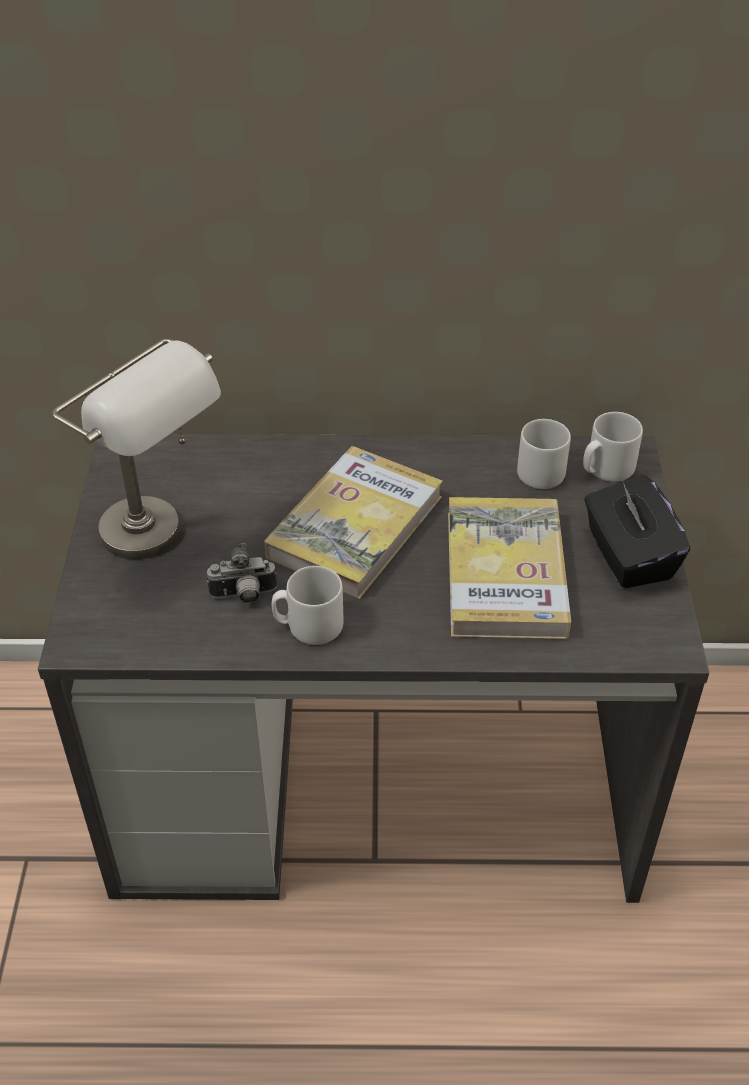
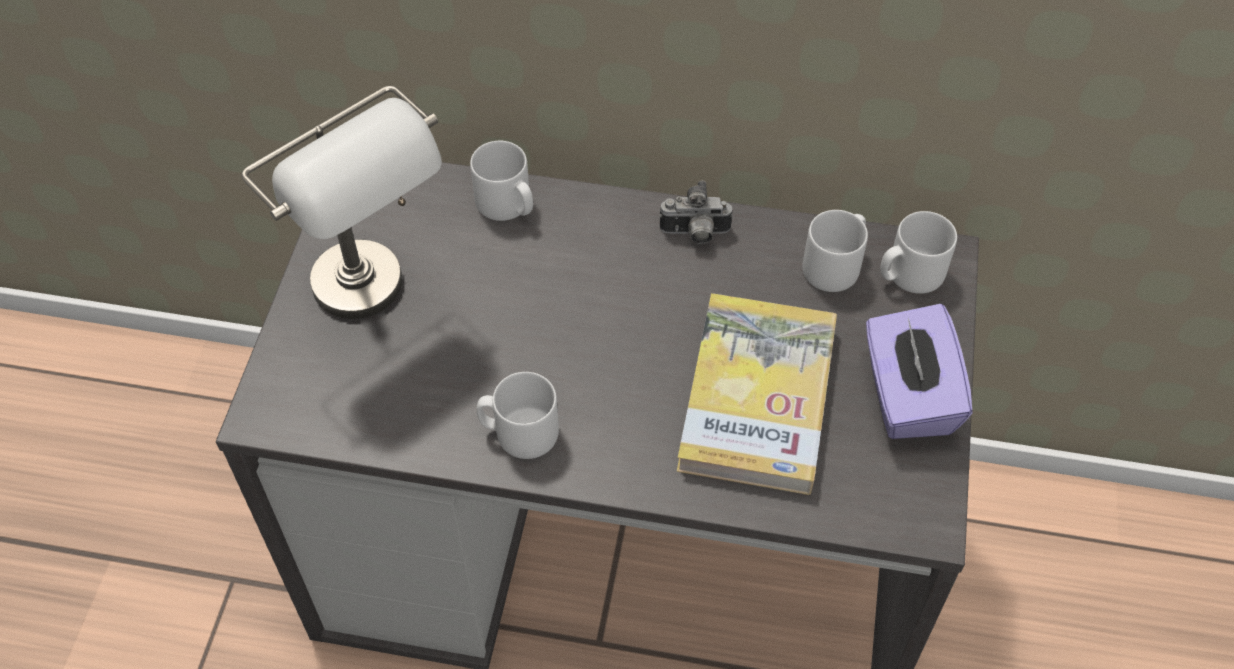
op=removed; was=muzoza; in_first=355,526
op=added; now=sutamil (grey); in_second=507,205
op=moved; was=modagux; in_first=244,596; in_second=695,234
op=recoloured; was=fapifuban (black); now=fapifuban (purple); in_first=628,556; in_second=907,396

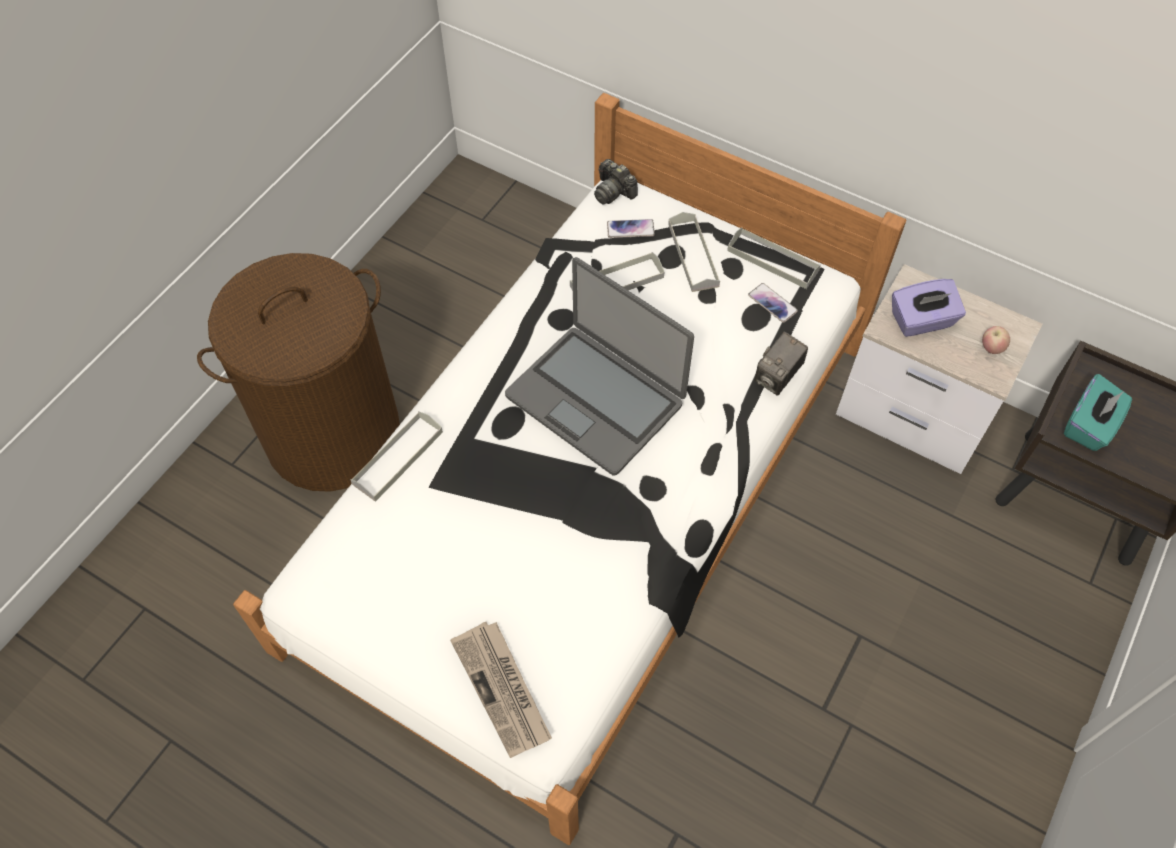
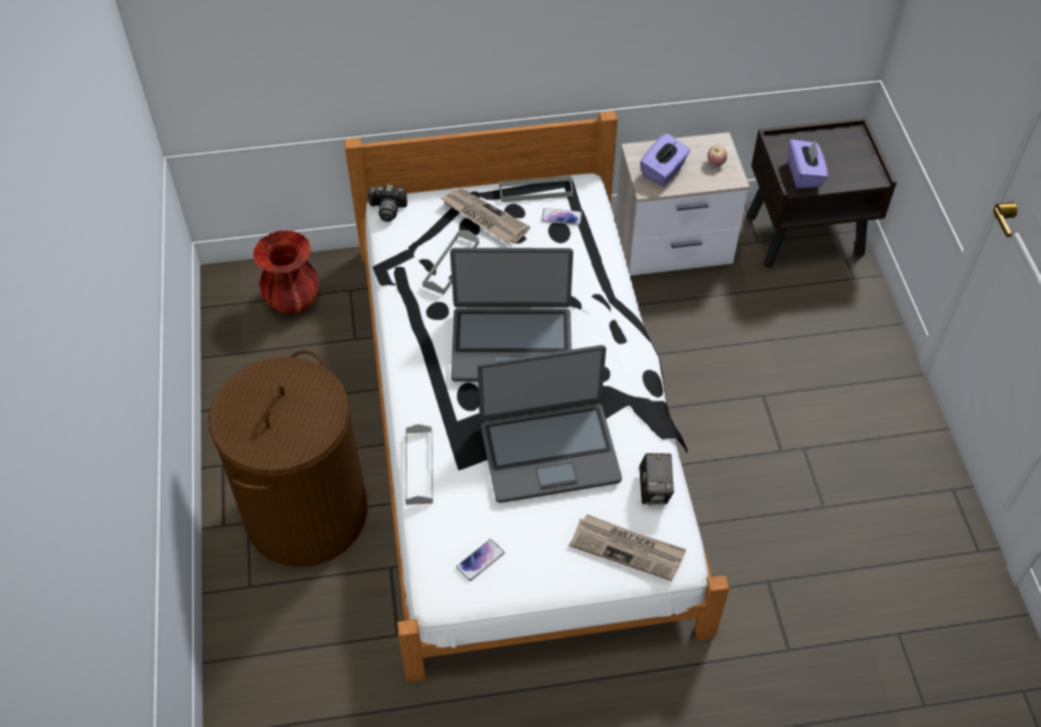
op=added; now=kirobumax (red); in_second=293,300
op=added; now=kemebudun; in_second=549,451
op=moved; was=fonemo; in_first=630,229; in_second=480,560
op=moved; was=modagux; in_first=777,378; in_second=654,490
op=replaced; was=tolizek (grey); now=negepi; in_first=693,255; in_second=483,217
op=recoloured; was=fapifuban (turquoise); now=fapifuban (purple); in_first=1089,425; in_second=804,174

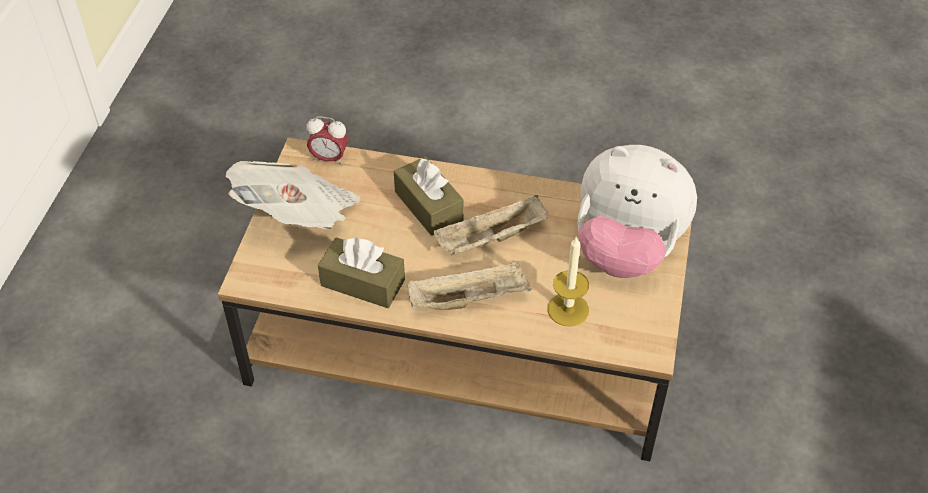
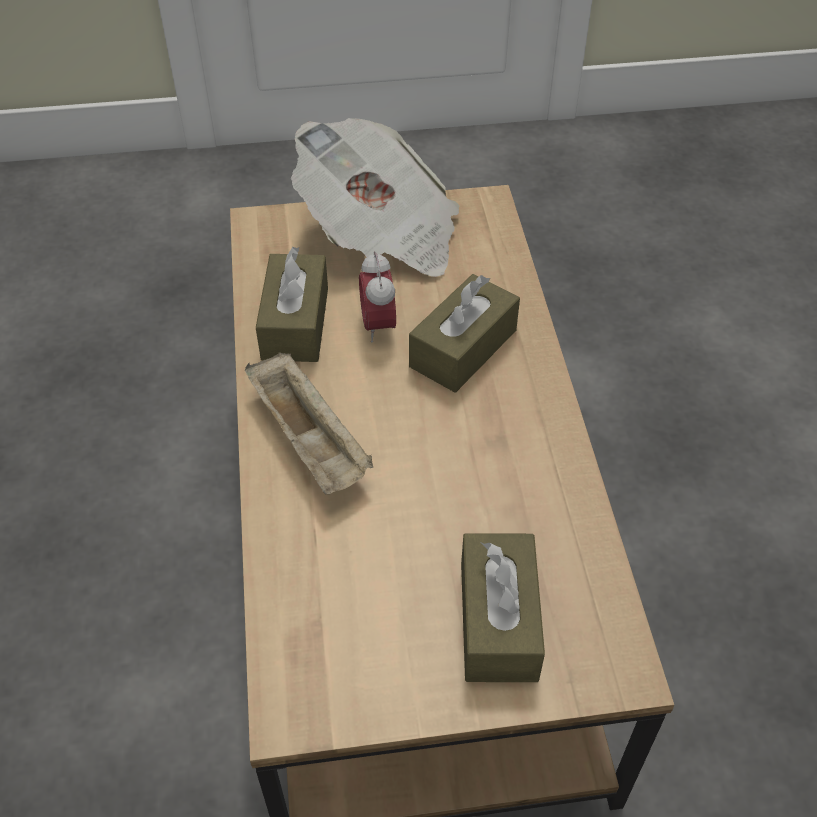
op=removed; was=tolizek (beige); in_first=490,239
op=removed; was=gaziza; in_first=568,309
op=moved; was=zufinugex; in_first=329,158; in_second=378,325
op=replaced; was=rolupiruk; now=fapifuban (brown); in_first=626,250; in_second=498,620

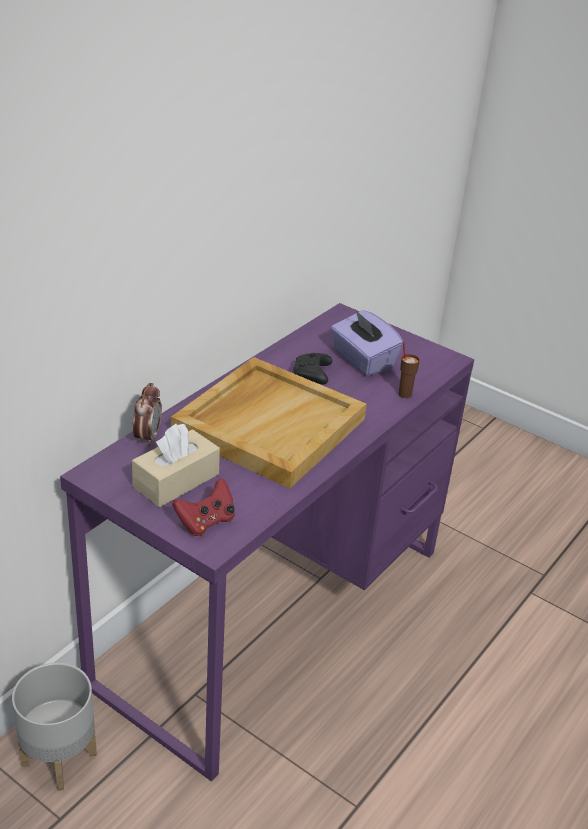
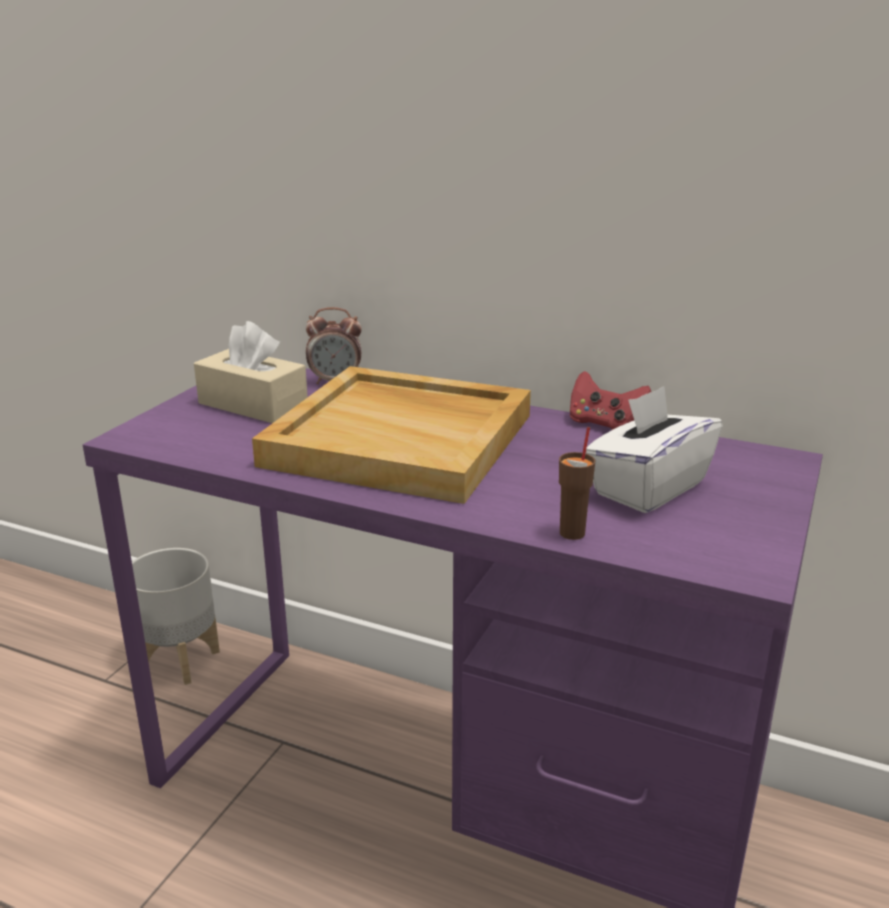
op=removed; was=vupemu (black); in_first=312,376
op=moved; was=vupemu (red); in_first=206,522; in_second=604,424
op=recoloured; was=fapifuban (purple); now=fapifuban (white); in_first=363,360; in_second=648,488

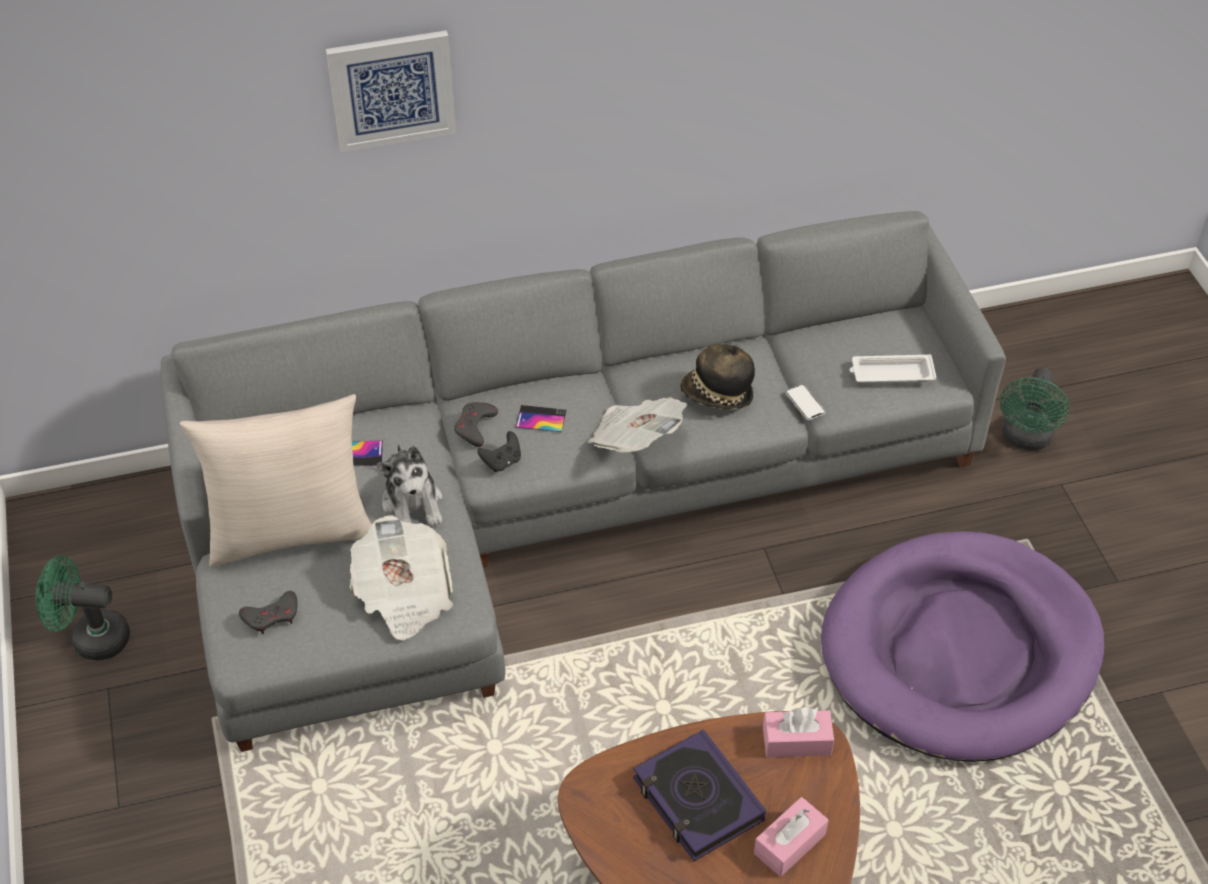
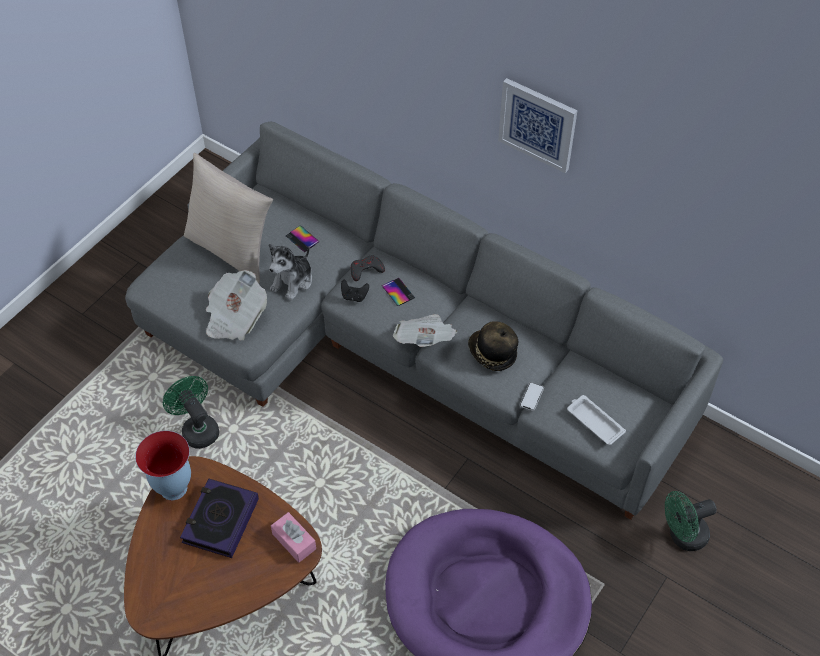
op=removed; was=vupemu (grey); in_first=272,616
op=removed; was=fapifuban (pink); in_first=789,844
op=added; now=kirobumax; in_second=172,488
op=moved; was=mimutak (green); in_first=91,638; in_second=197,428
op=moved; was=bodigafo; in_first=392,89; in_second=538,124

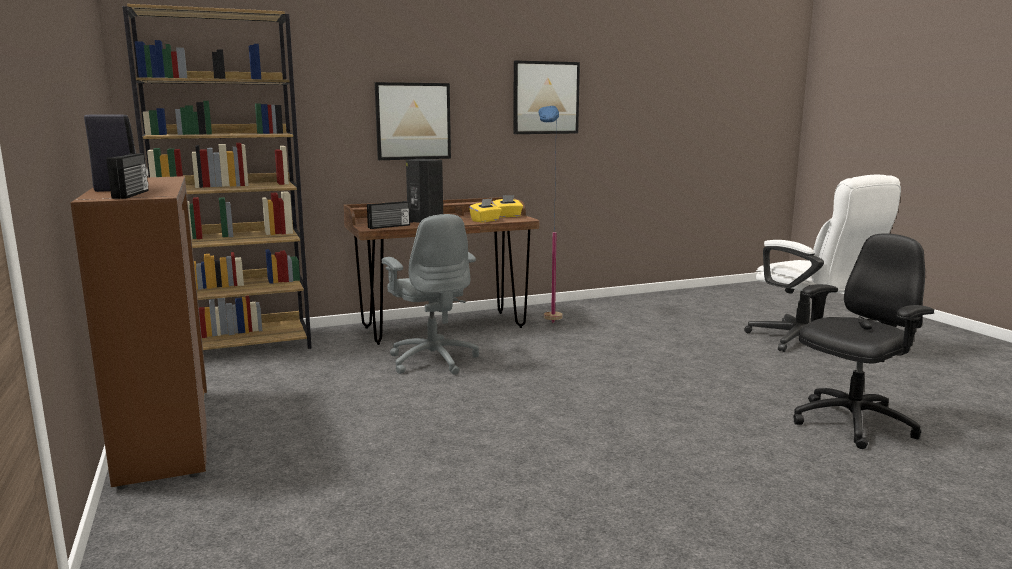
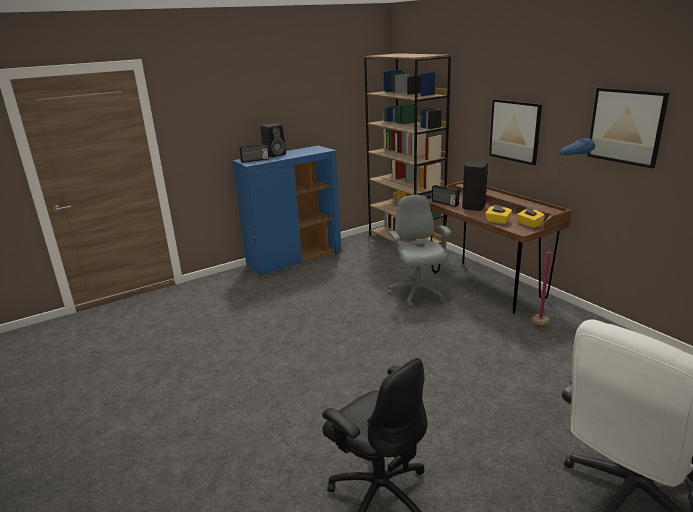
op=recoloured; was=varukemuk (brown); now=varukemuk (blue); in_first=165,434; in_second=295,259
op=turned; was=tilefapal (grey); in_first=433,360; in_second=417,294; clockwise=120

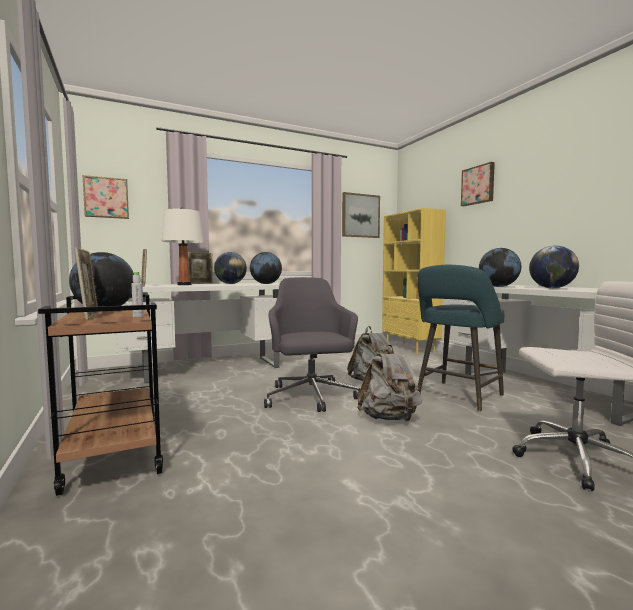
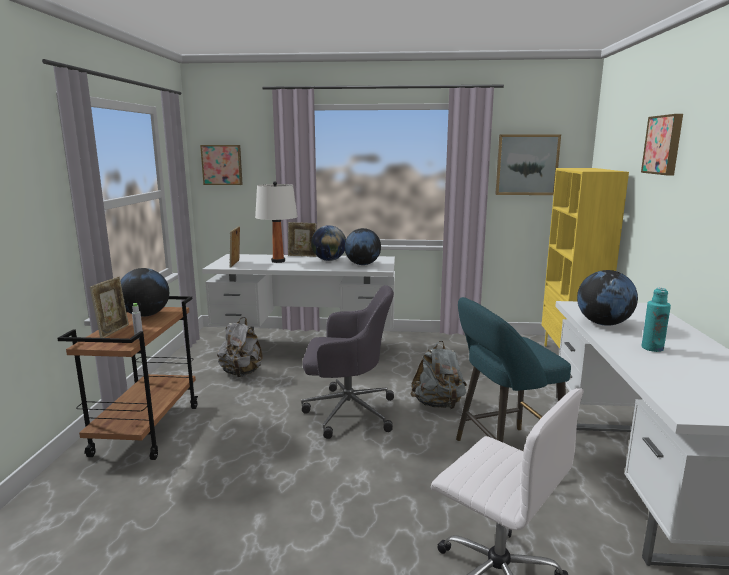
op=moved; was=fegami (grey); in_first=389,419; in_second=241,373
op=replaced; was=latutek; now=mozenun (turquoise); in_first=552,288; in_second=652,348
op=turned; was=tilefapal (grey); in_first=311,397; in_second=347,412; clockwise=75

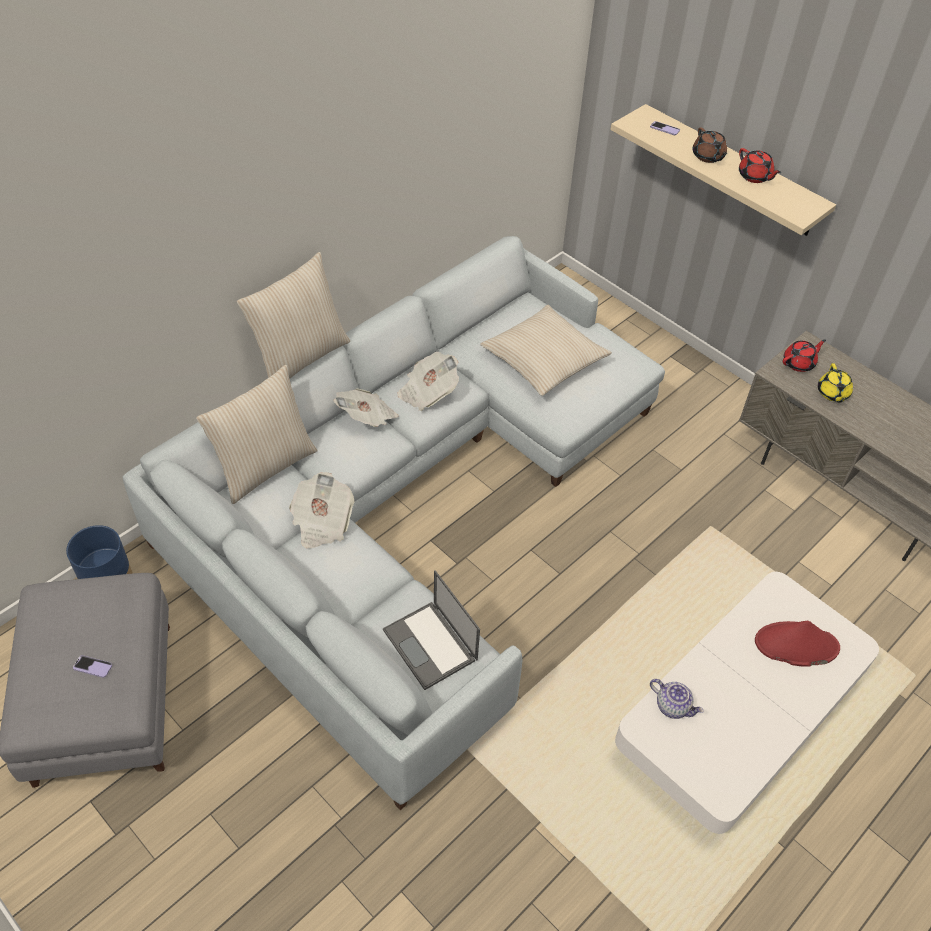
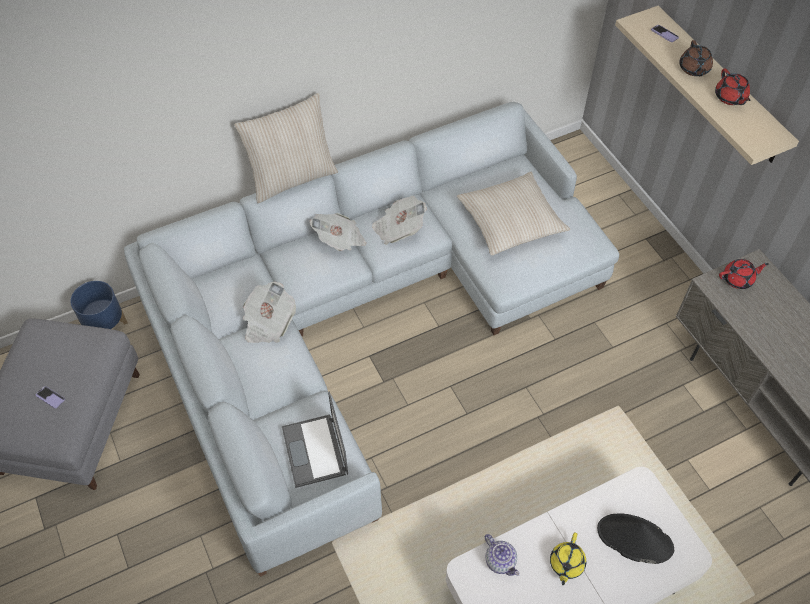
op=removed; was=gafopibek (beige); in_first=265,466
op=moved; was=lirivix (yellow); in_first=832,393; in_second=566,564
op=recoloured; was=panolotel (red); now=panolotel (black); in_first=796,645; in_second=634,539

